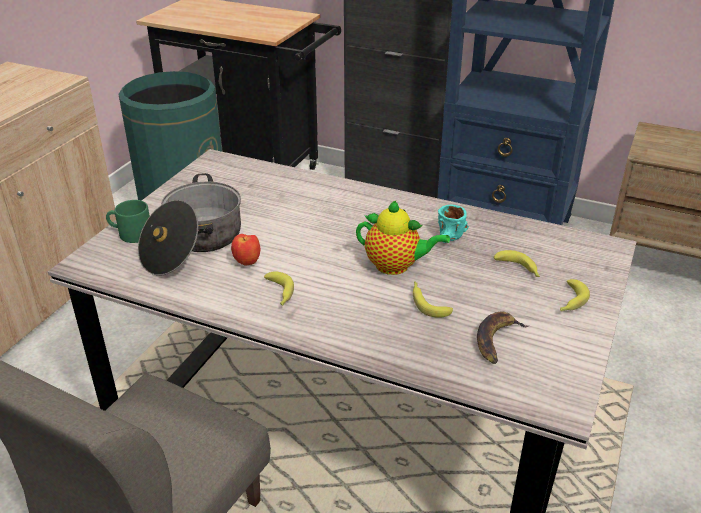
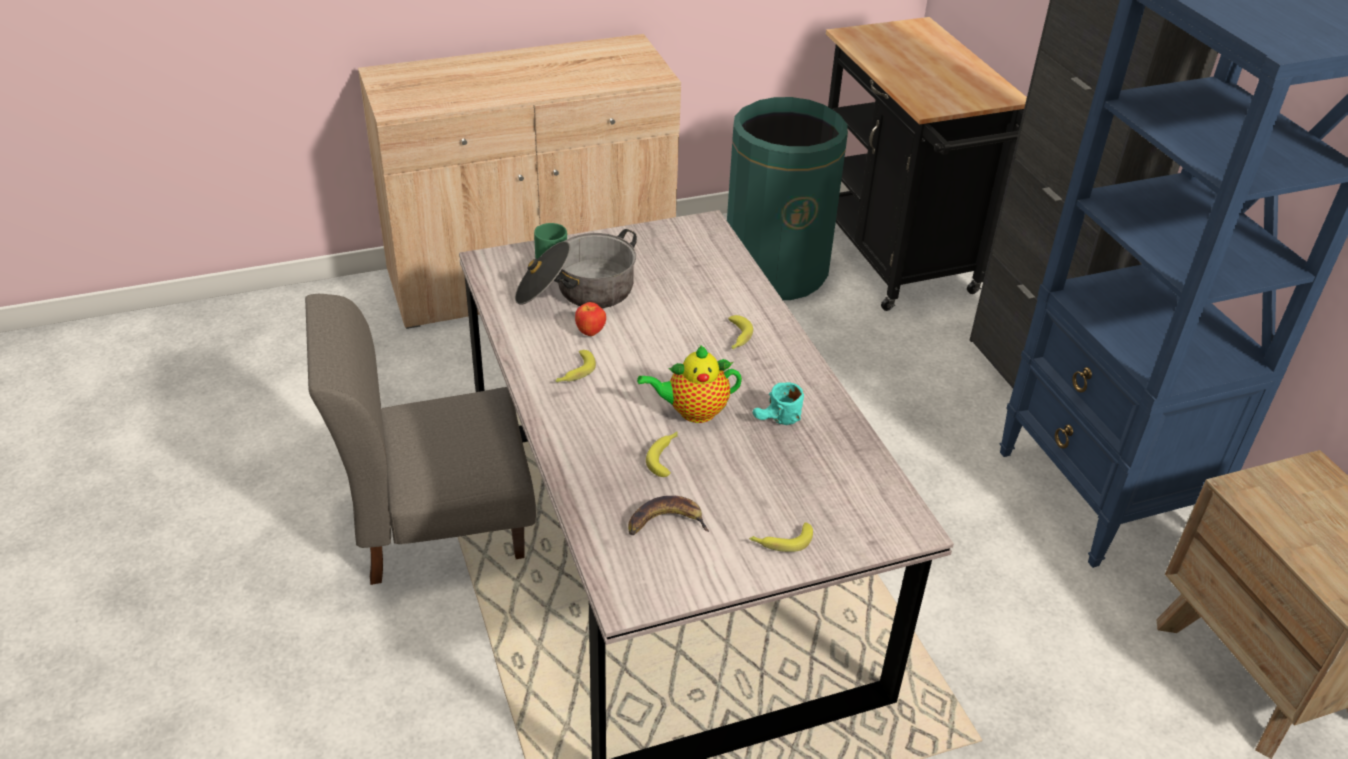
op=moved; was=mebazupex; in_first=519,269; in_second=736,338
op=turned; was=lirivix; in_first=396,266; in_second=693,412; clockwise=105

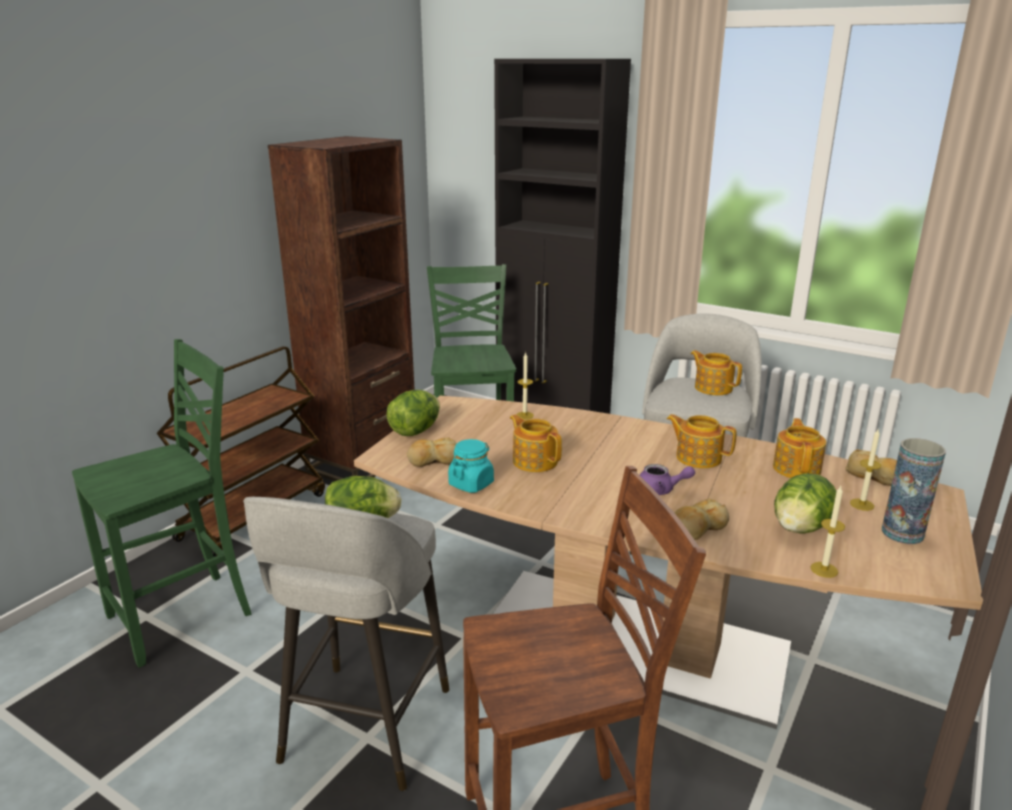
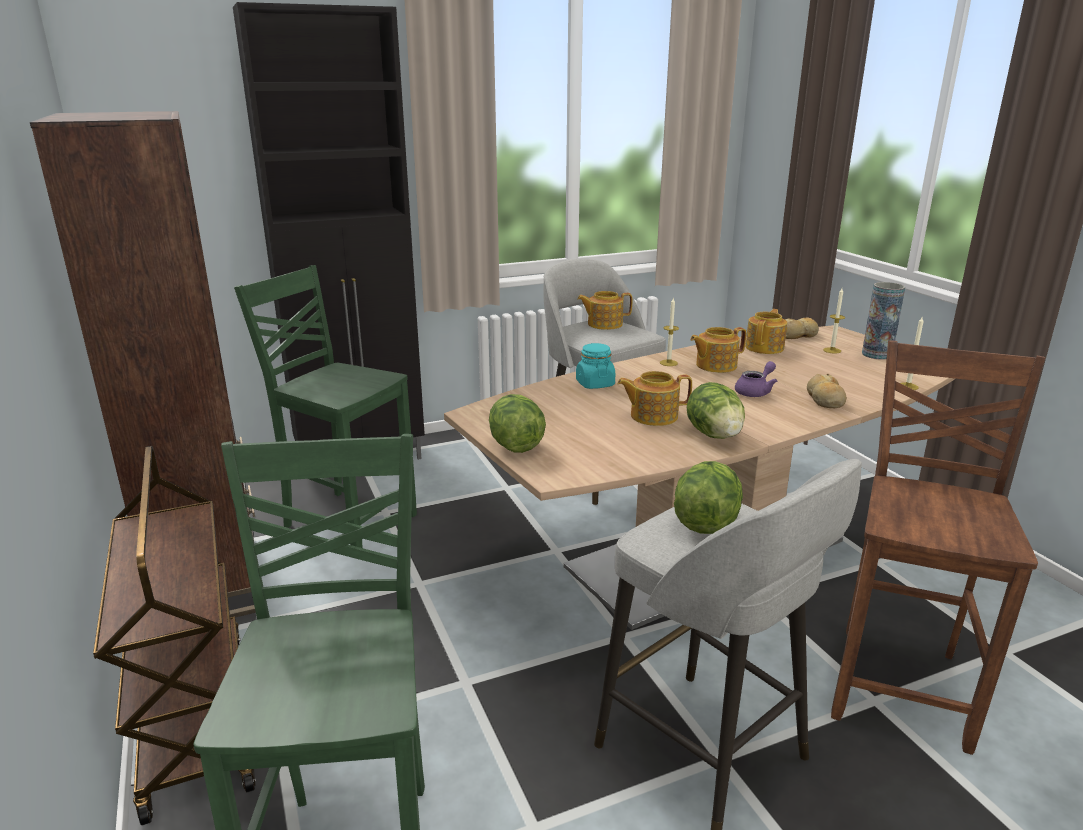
op=removed; was=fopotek; in_first=433,460
op=moved; was=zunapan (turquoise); in_first=471,484; in_second=595,384
op=moved; was=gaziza; in_first=524,415; in_second=668,363
op=moved; was=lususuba; in_first=800,528; in_second=714,435
op=turned; was=lirivix; in_first=797,468; in_second=765,347; clockwise=75

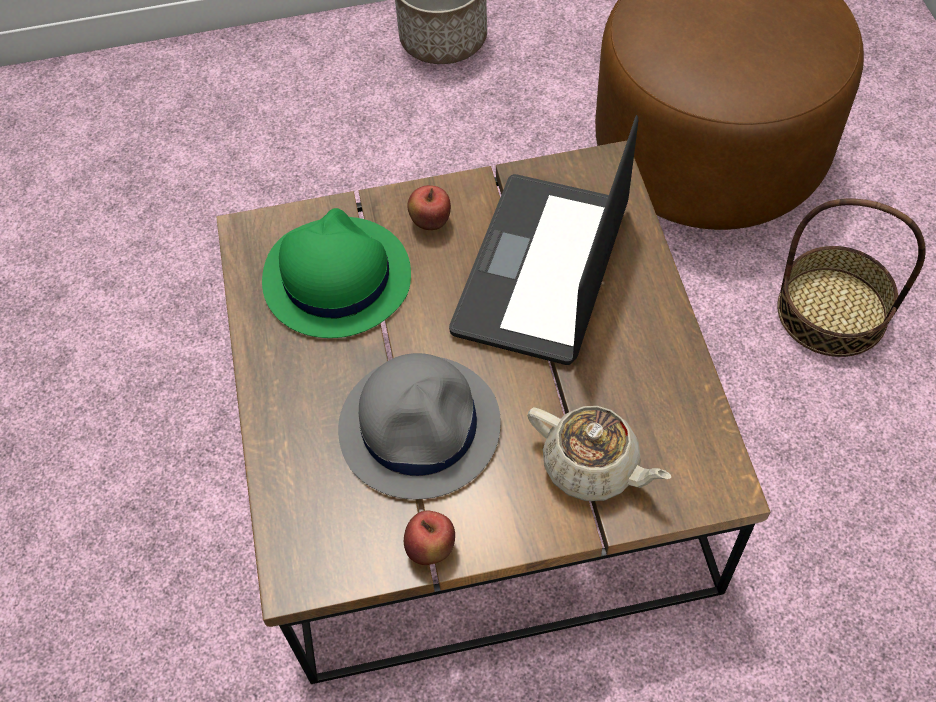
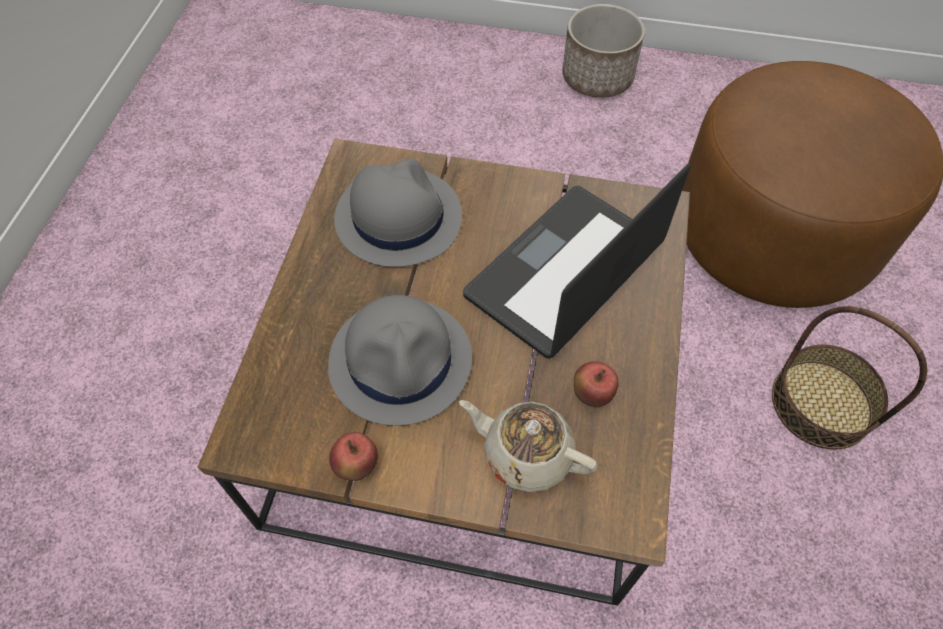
op=moved; was=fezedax; in_first=430,222; in_second=591,395
op=recoloured; was=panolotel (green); now=panolotel (grey); in_first=335,278; in_second=397,217
op=turned; was=lirivix (beige); in_first=592,466; in_second=525,453; clockwise=150

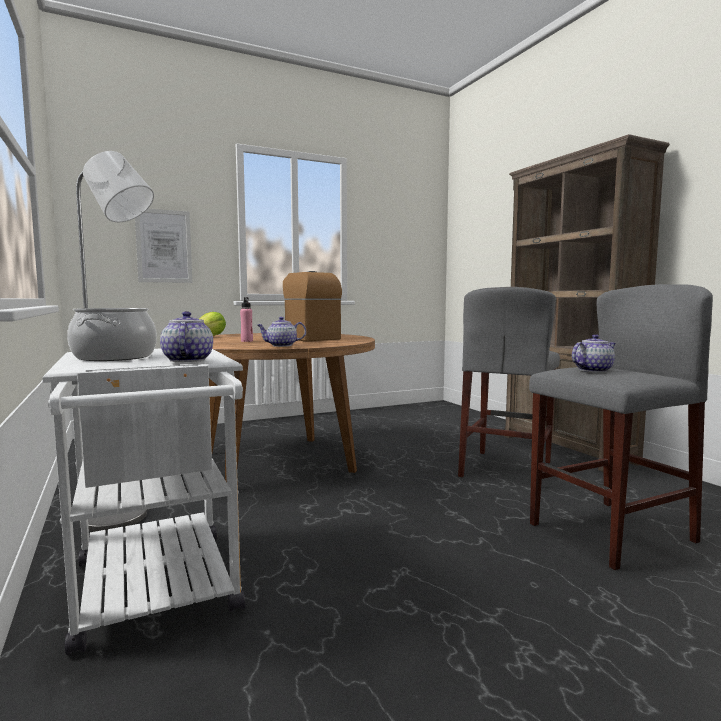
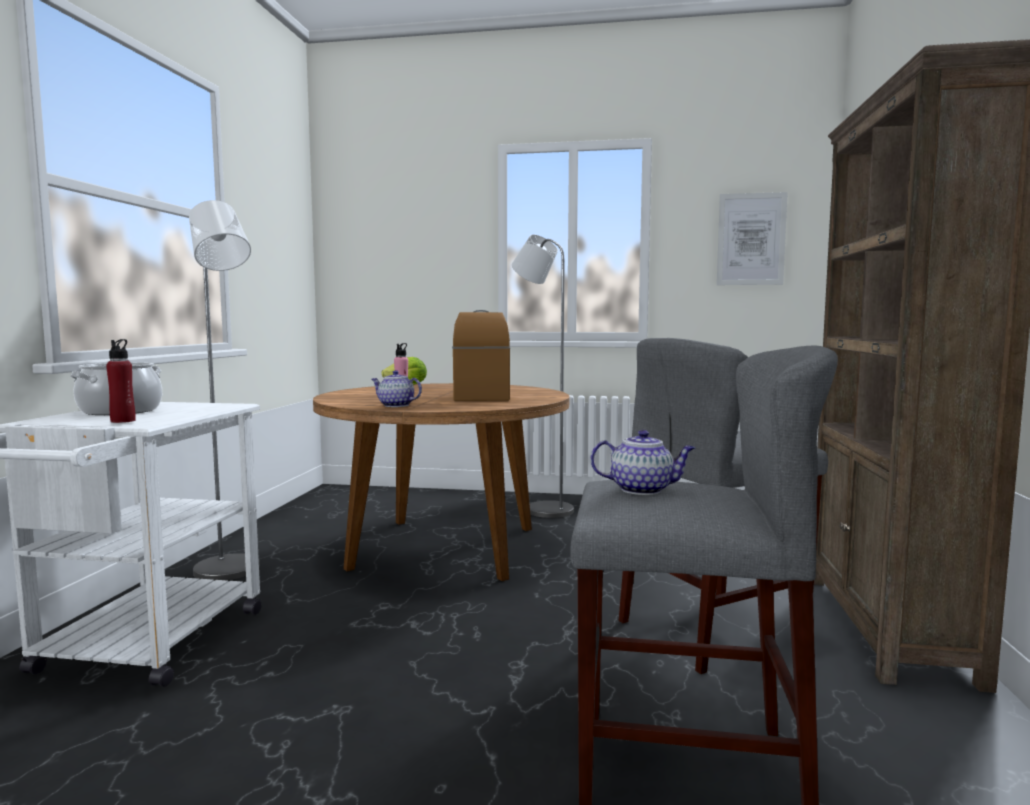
op=added; now=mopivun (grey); in_second=542,509
op=moved; was=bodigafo; in_first=164,246; in_second=751,239
op=replaced; was=lirivix; now=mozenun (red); in_first=187,360; in_second=123,421

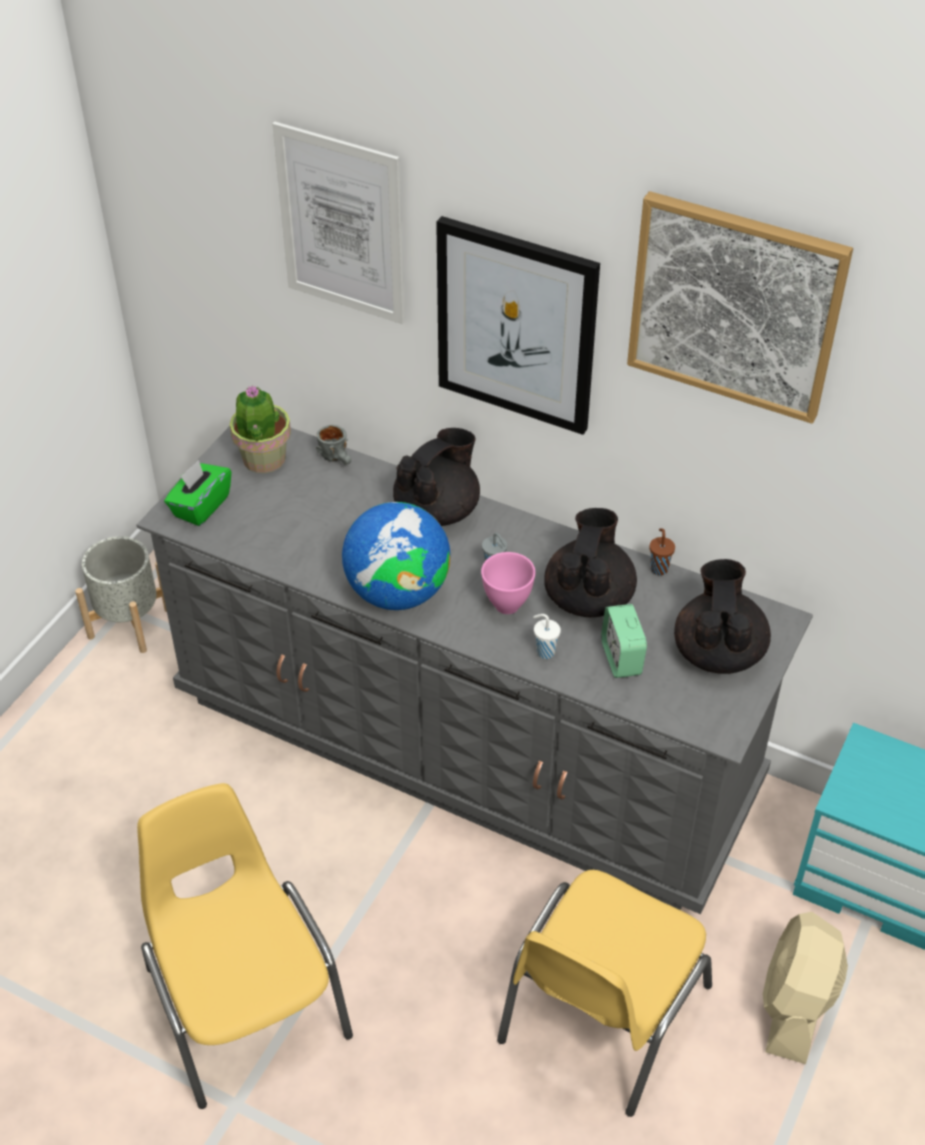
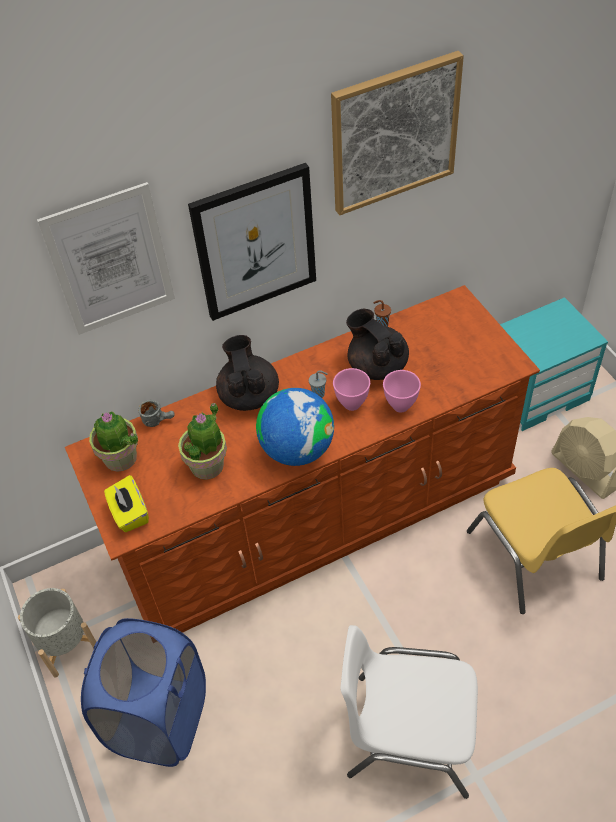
op=removed; was=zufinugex; in_first=621,658
op=removed; was=lirivix (black); in_first=718,651
op=added; now=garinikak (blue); in_second=159,720
op=added; now=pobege; in_second=208,465
op=replaced; was=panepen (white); now=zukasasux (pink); in_first=544,651; in_second=400,406
op=recoloured; was=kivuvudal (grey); now=kivuvudal (brown); in_first=464,742; in_second=315,514
op=recoloured; was=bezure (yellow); now=bezure (white); in_first=245,1000; in_second=408,731
op=recoloured; was=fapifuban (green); now=fapifuban (yellow); in_first=200,506; in_second=129,513

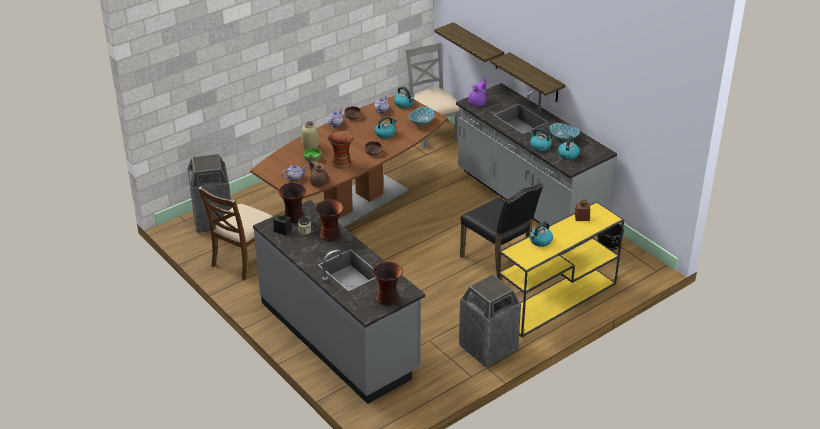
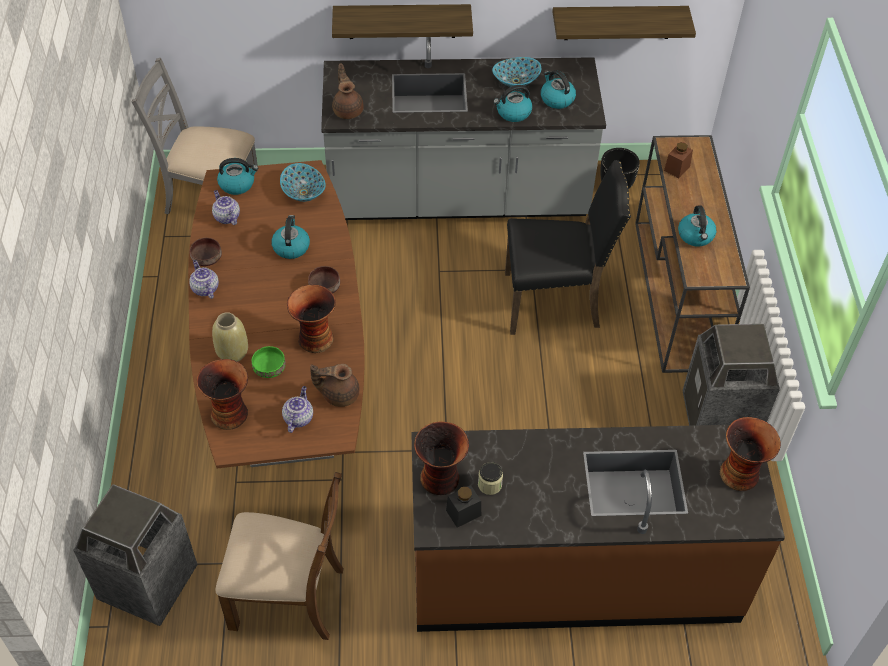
op=moved; was=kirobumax; in_first=330,234; in_second=229,413
op=moved; was=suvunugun; in_first=477,46; in_second=618,22
op=recoloured; was=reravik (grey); now=reravik (brown); in_first=339,337; in_second=573,573
op=recoloured; was=lirivix (purple); now=lirivix (brown); in_first=477,103; in_second=348,110
op=recoloured; was=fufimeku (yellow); now=fufimeku (brown); in_first=556,300; in_second=677,295
op=turned; was=bezure (brown); in_first=243,259; in_second=288,597; clockwise=-60

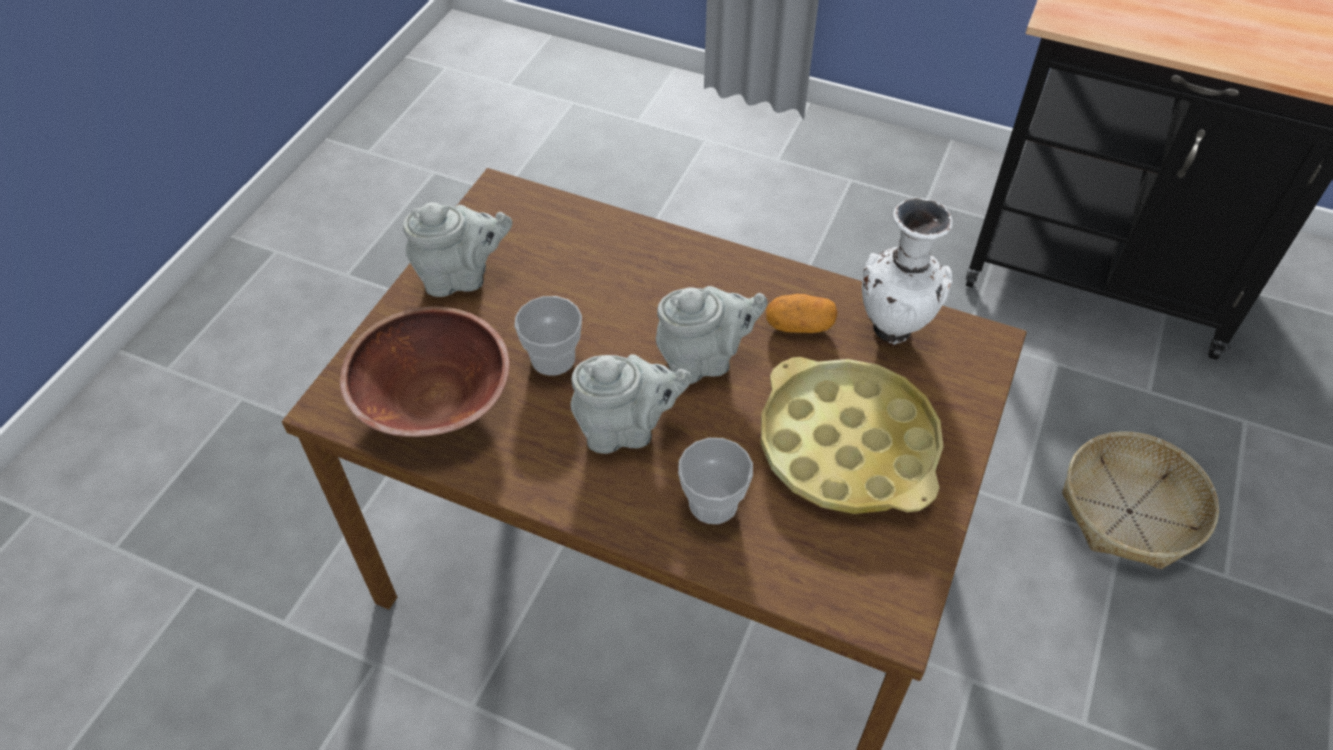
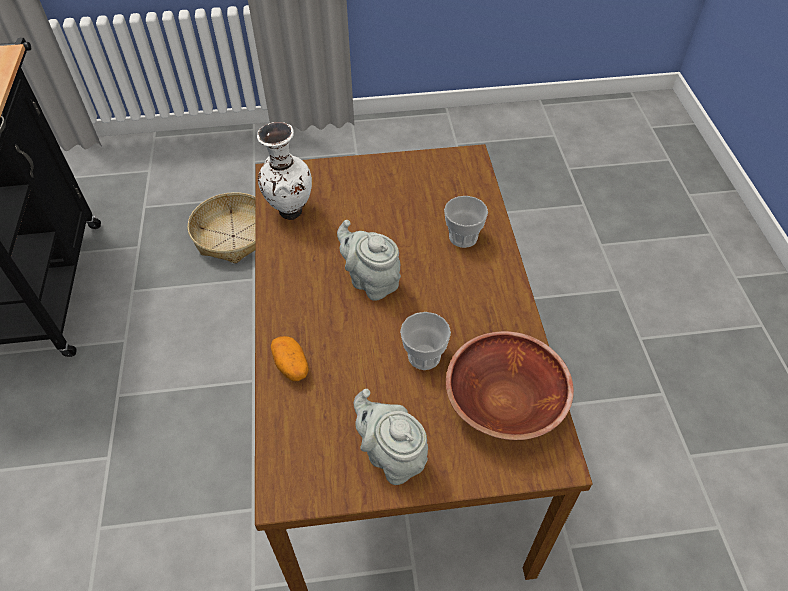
op=removed; was=lirivix (grey); in_first=626,430
op=removed; was=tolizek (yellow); in_first=847,445
op=moved; was=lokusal; in_first=799,326; in_second=291,366

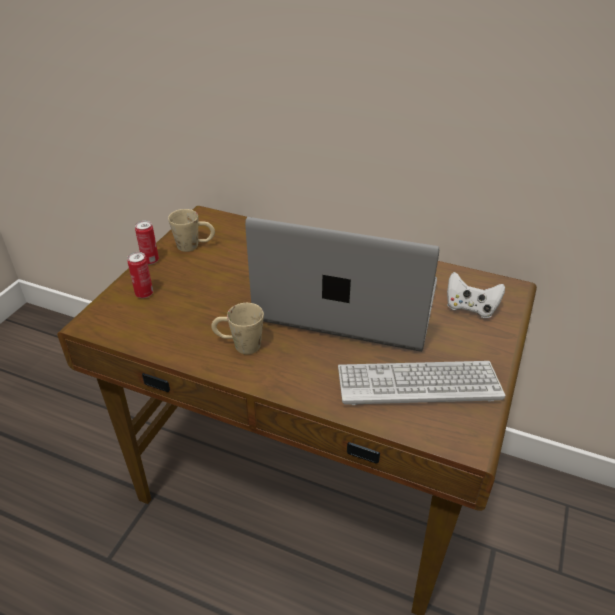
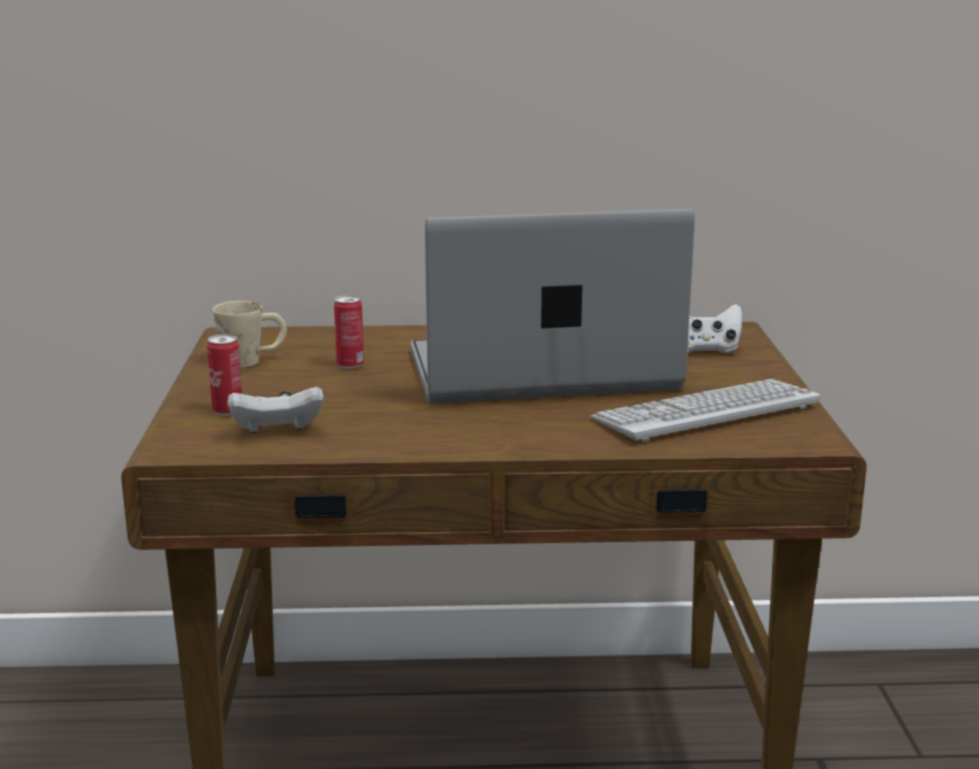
op=removed; was=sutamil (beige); in_first=239,345
op=added; now=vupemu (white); in_second=277,432
op=moved; was=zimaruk; in_first=150,261; in_second=350,365

